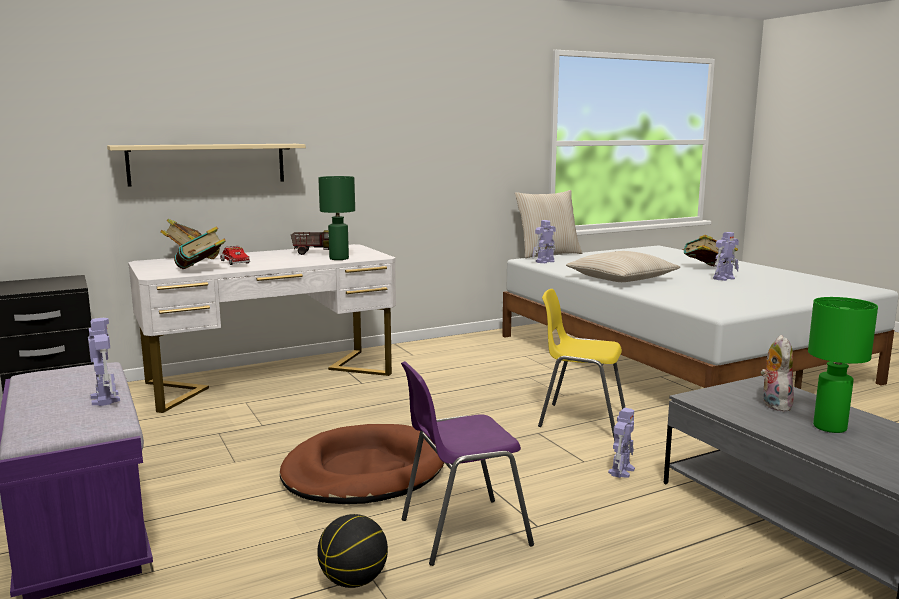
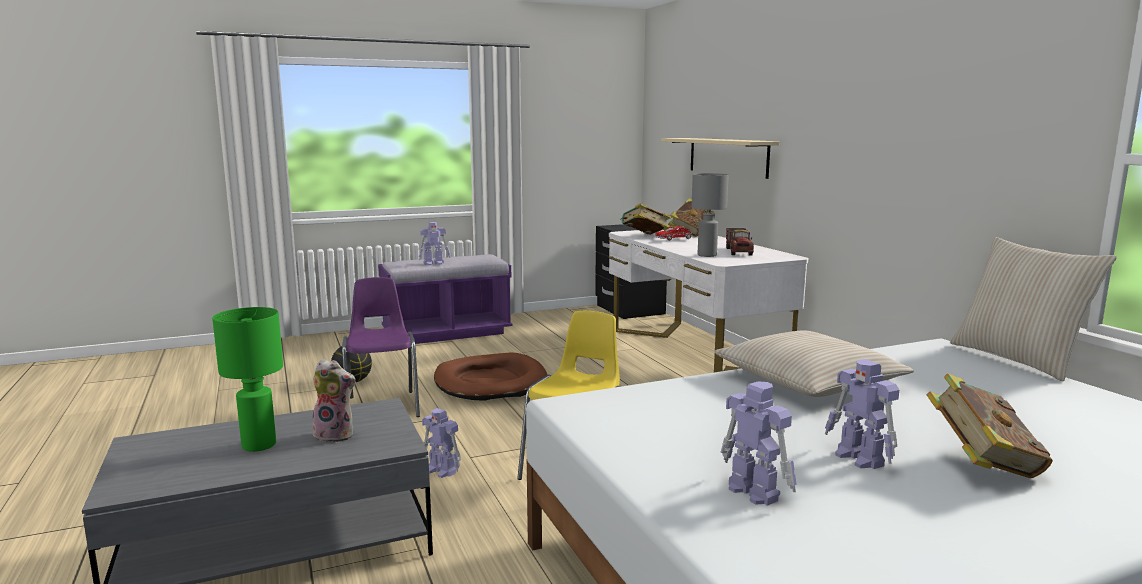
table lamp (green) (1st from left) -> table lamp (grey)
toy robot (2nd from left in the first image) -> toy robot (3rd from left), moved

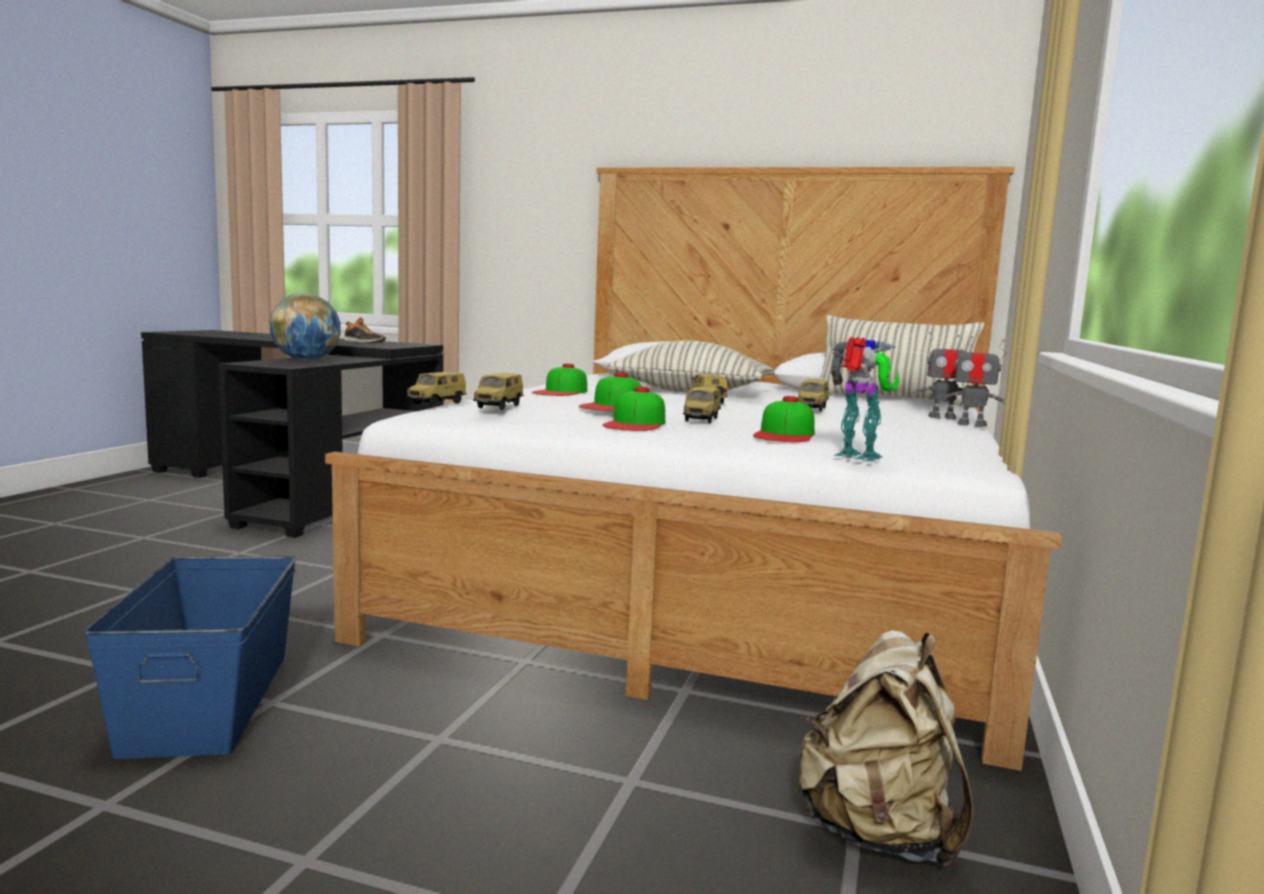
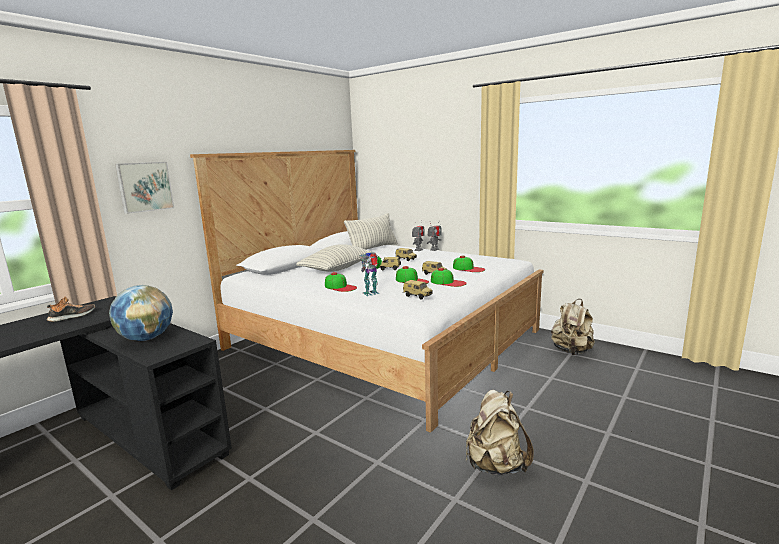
none -> picture
toy robot (1st from left), moved
storage box (blue) -> backpack (beige) (1st from left)
toy car (1st from left) -> none

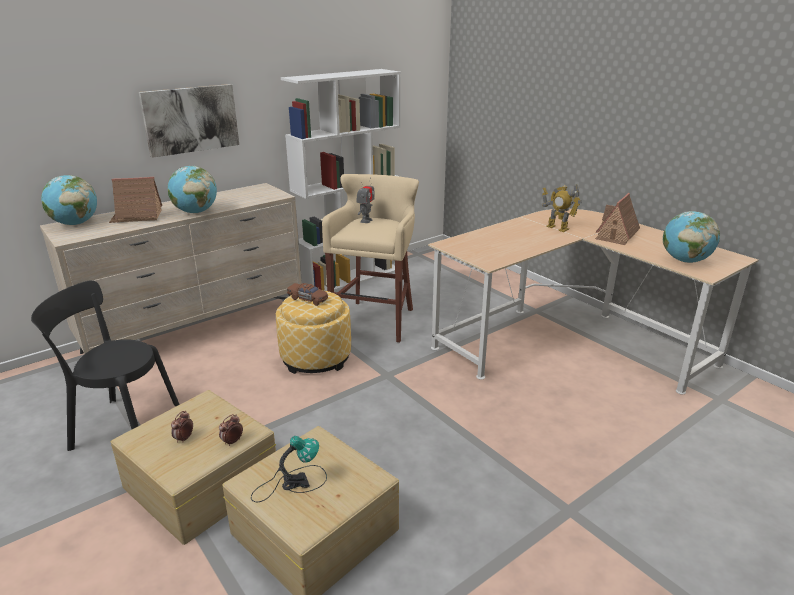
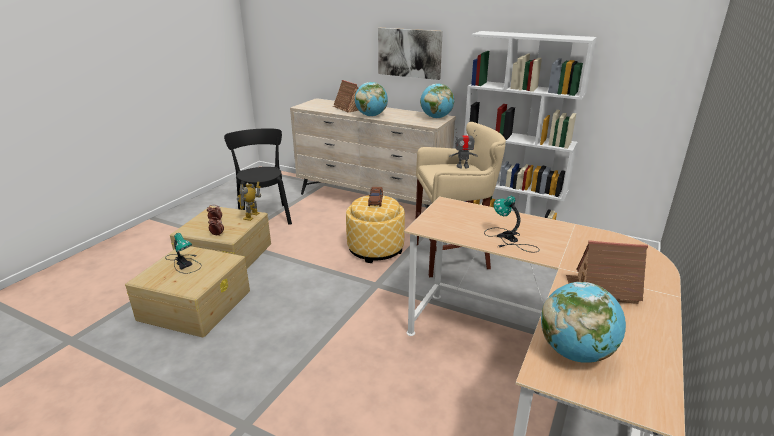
toy robot (2nd from left in the first image) -> toy robot (1st from left), moved
globe (1st from left in the first image) -> globe (2nd from left), moved
none -> table lamp (2nd from left)

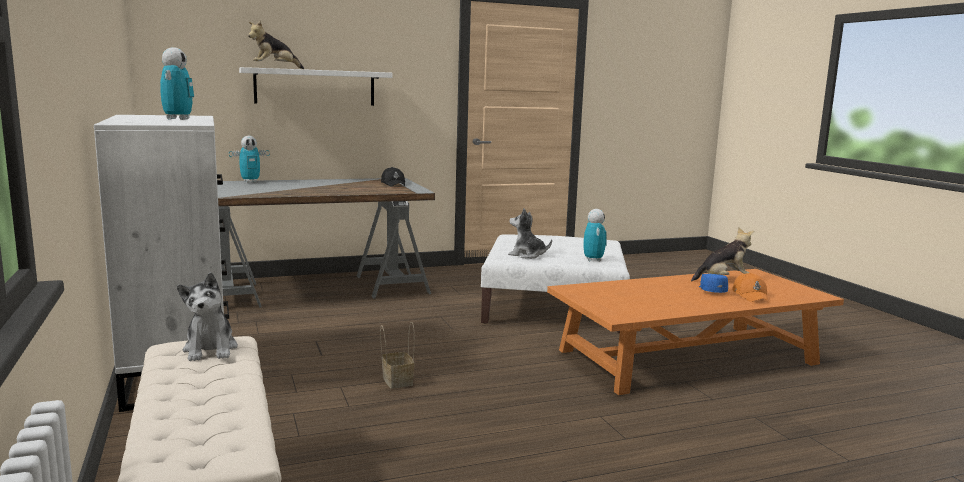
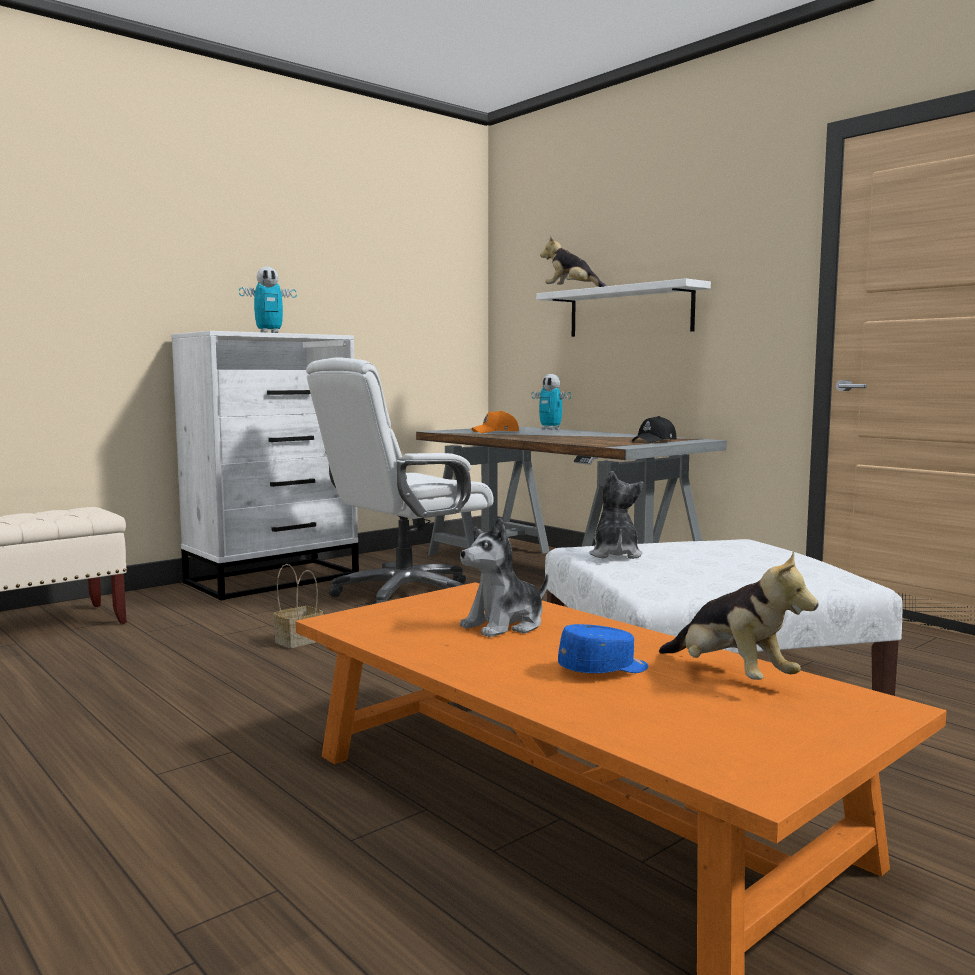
none -> office chair (white)
plush toy (1st from left), moved
cap (orange), moved
toy robot (3rd from left) -> none

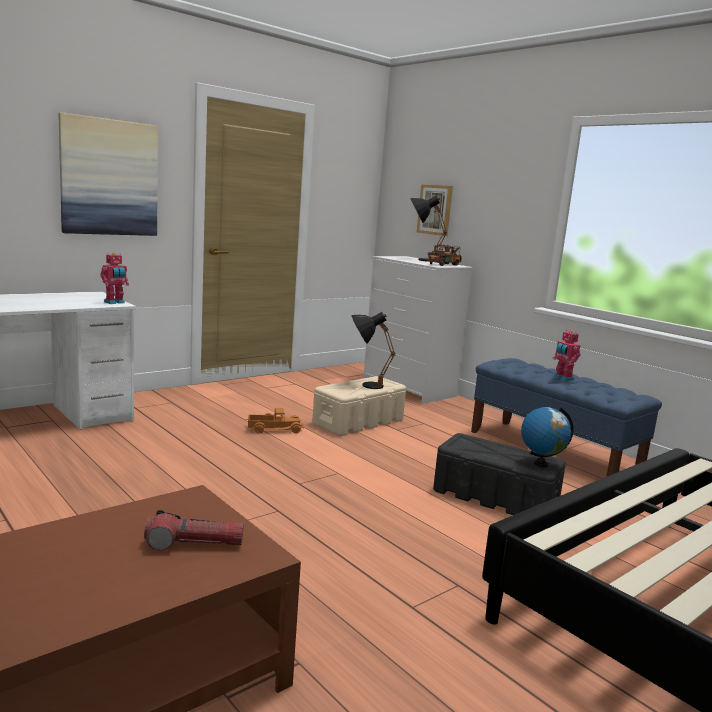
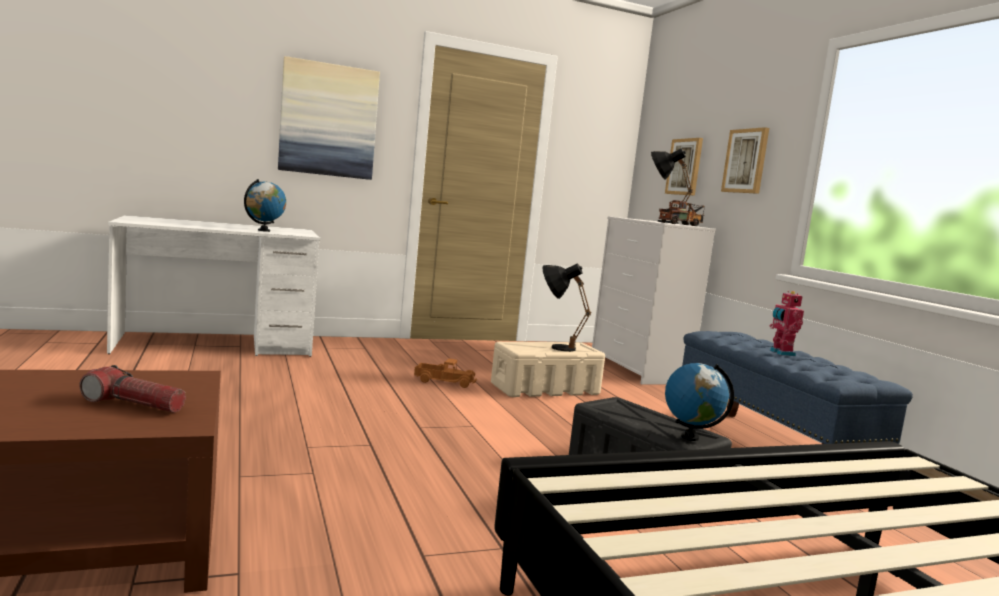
none -> globe (1st from left)
none -> picture (3rd from left)
toy robot (1st from left) -> none

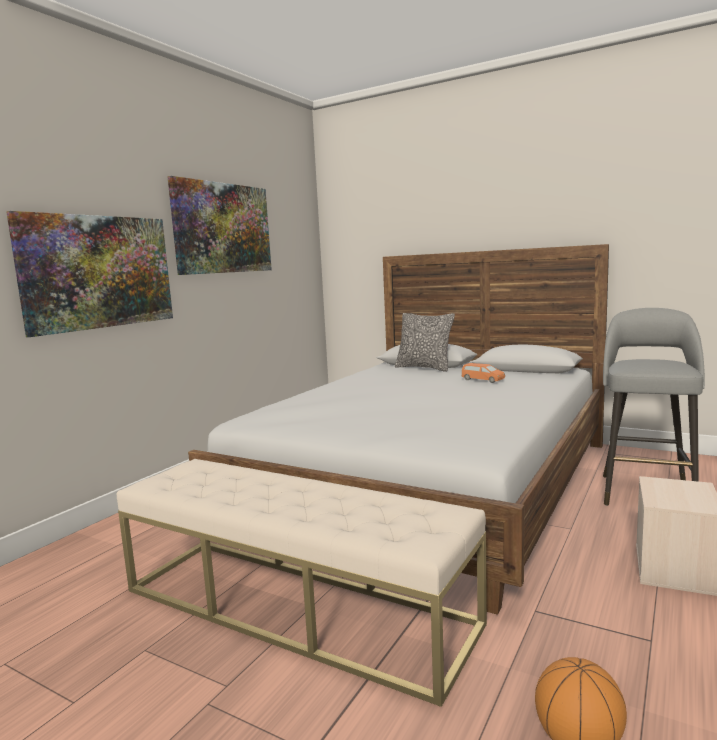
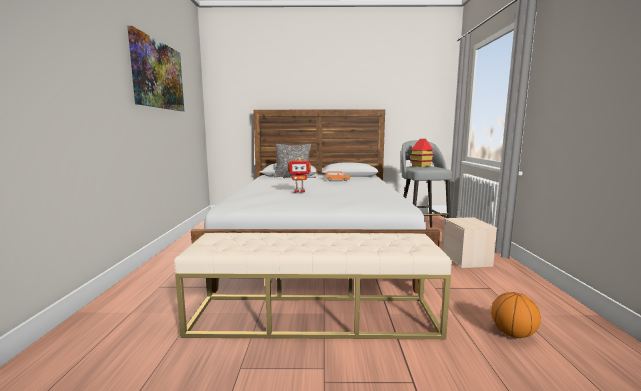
none -> toy robot
none -> toy house
picture (1st from left) -> none

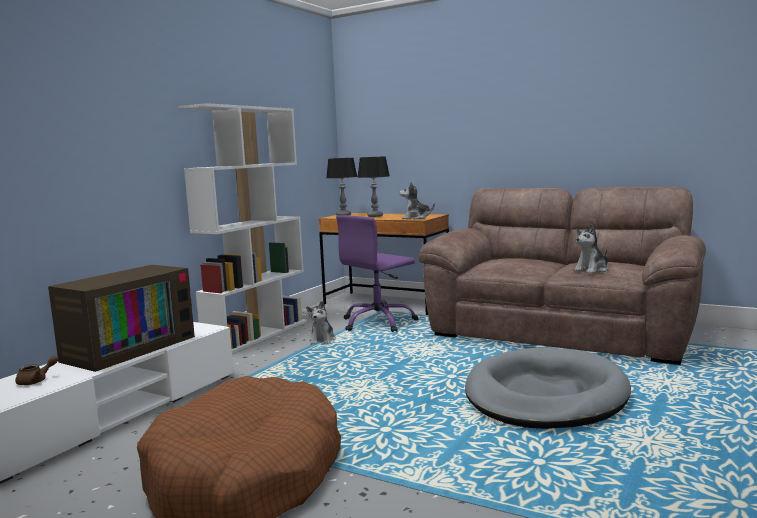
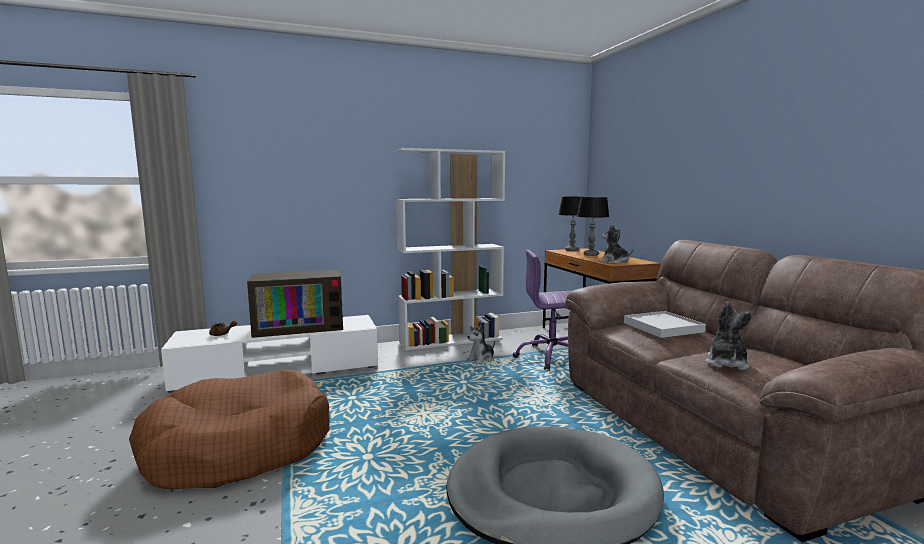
none -> tray (white)
plush toy (3rd from left), 105 degrees clockwise

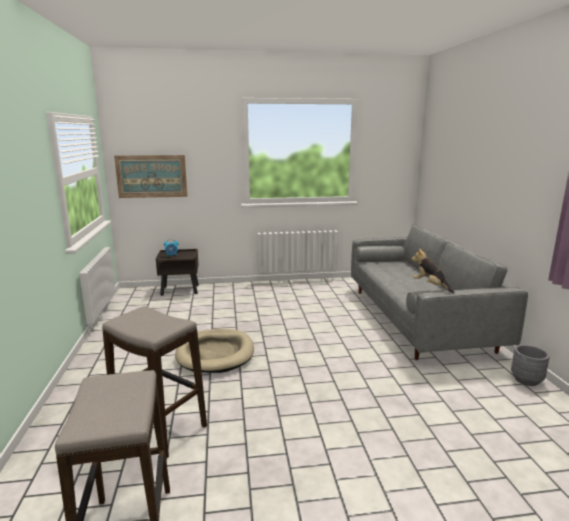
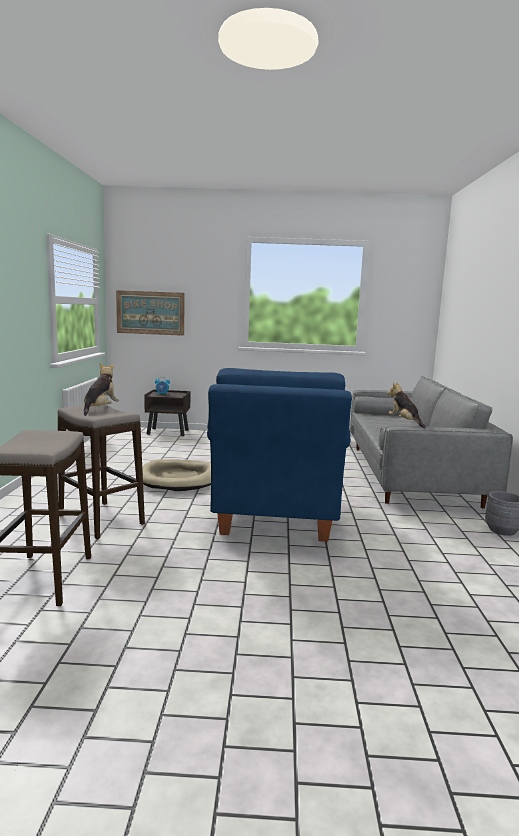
none -> plush toy (1st from left)
none -> armchair (blue)

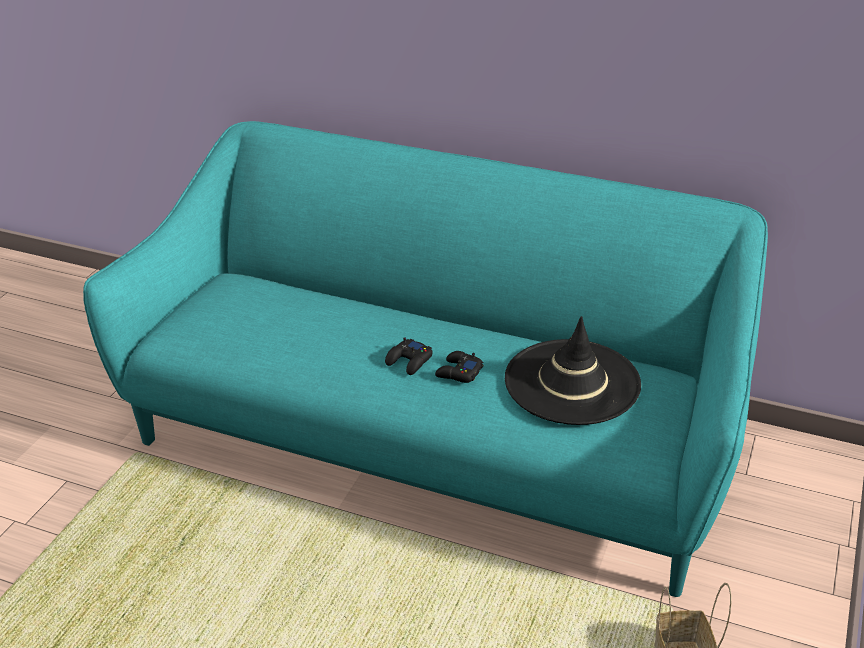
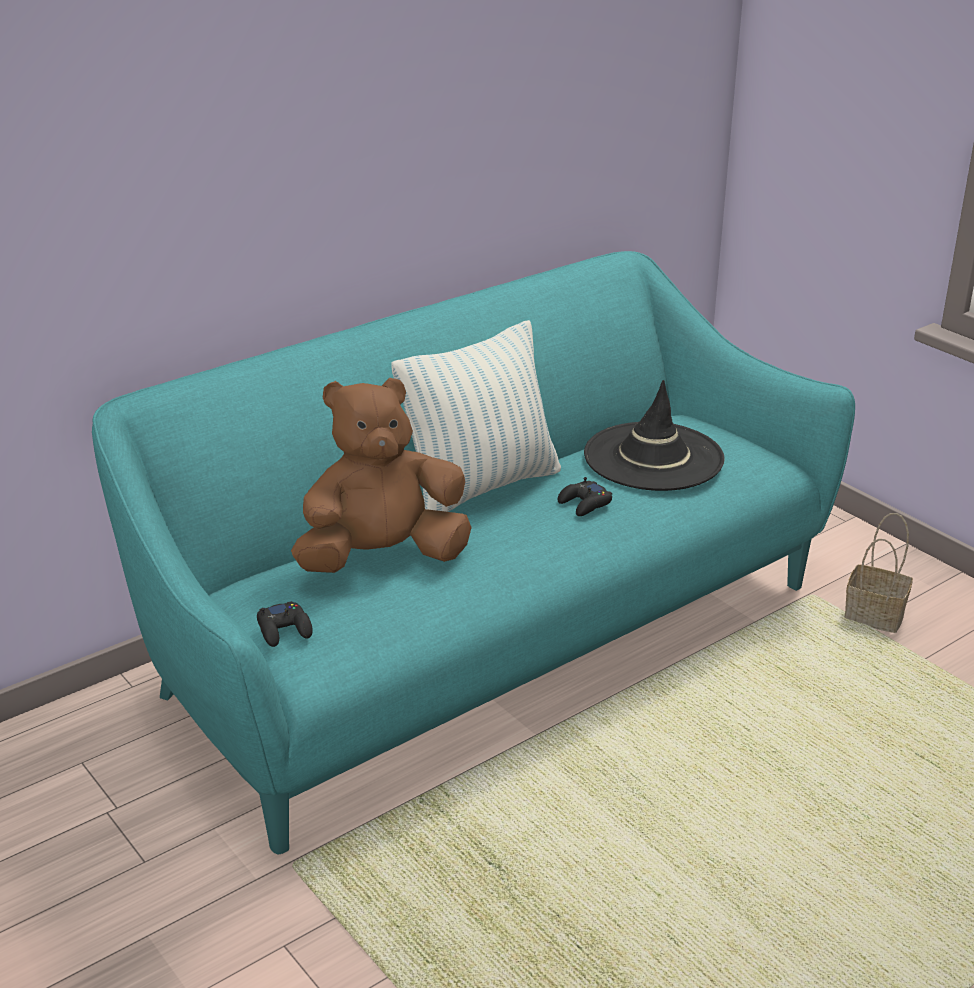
game controller (black) (1st from left), moved
none -> plush toy (brown)
none -> pillow

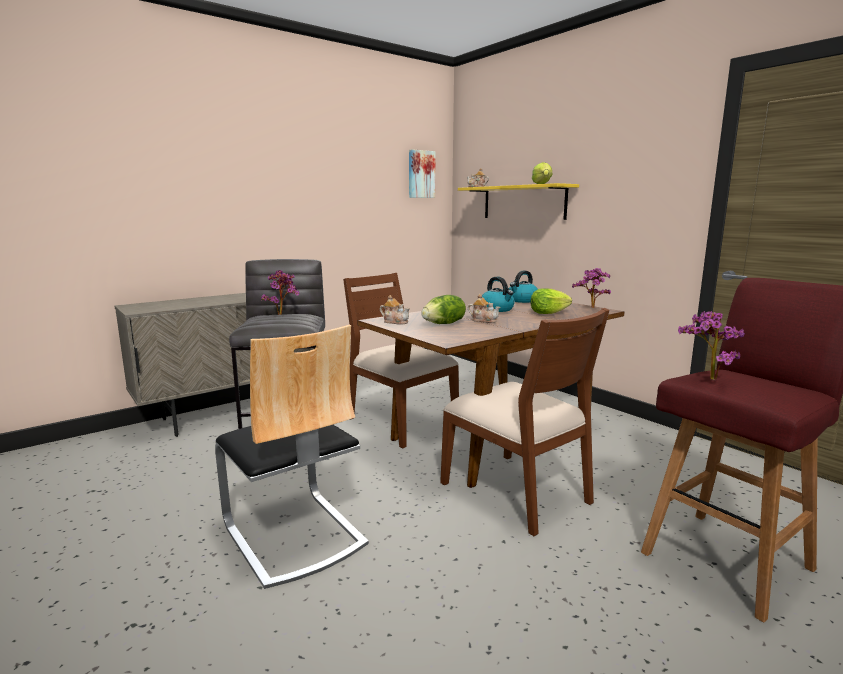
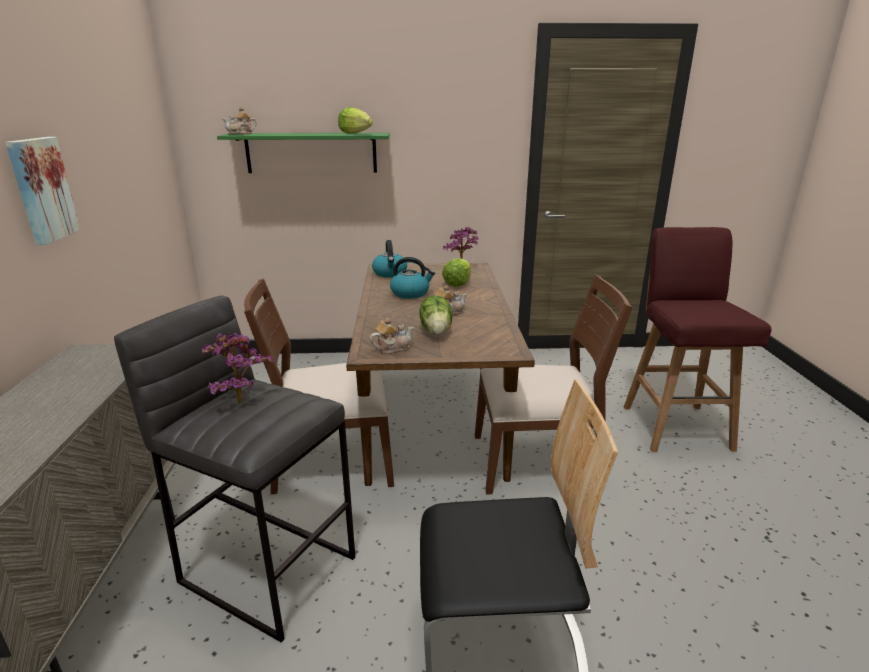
picture, moved
shelf (yellow) -> shelf (green)
potted plant (3rd from left) -> none

